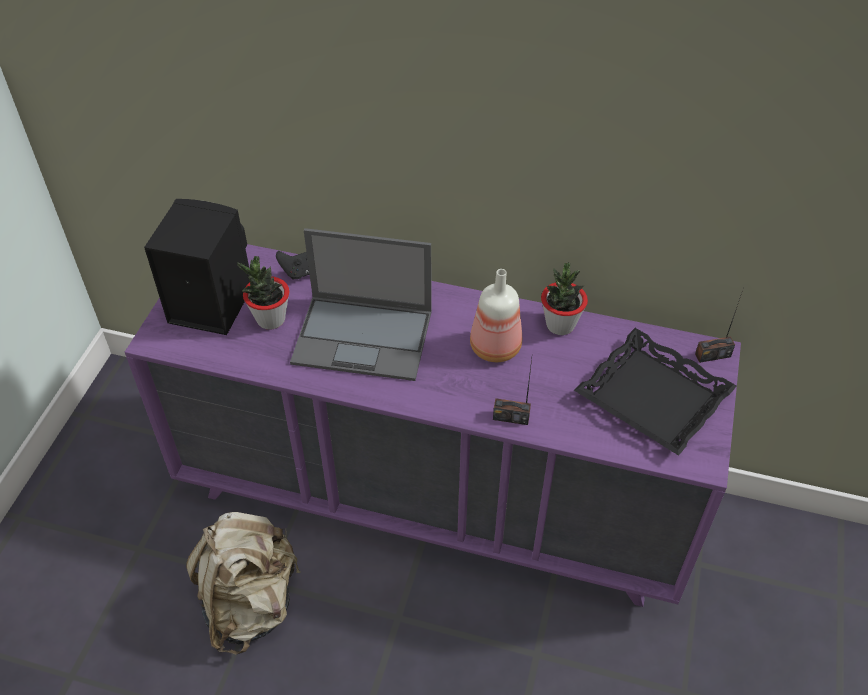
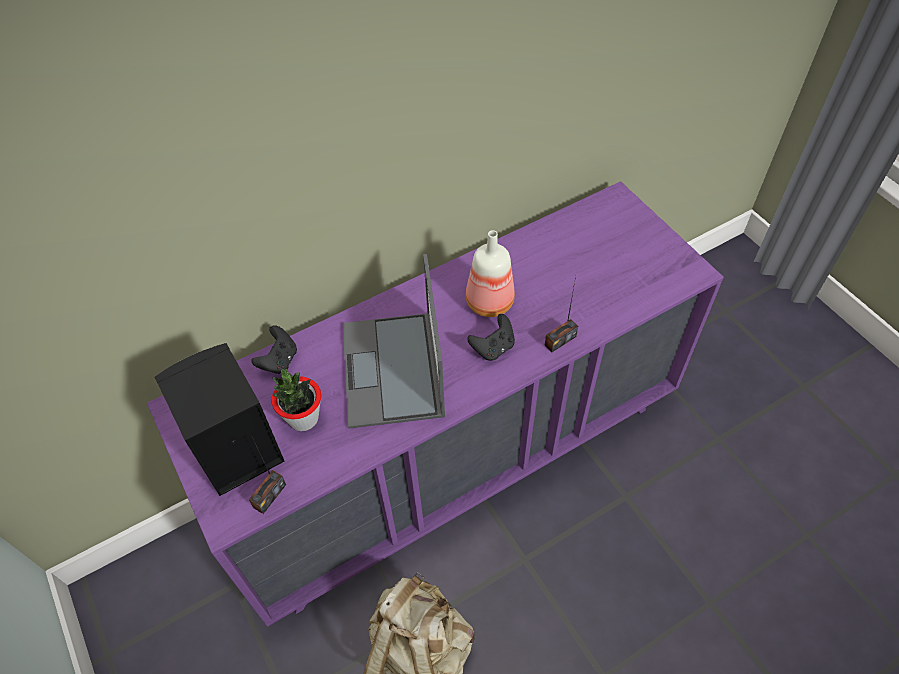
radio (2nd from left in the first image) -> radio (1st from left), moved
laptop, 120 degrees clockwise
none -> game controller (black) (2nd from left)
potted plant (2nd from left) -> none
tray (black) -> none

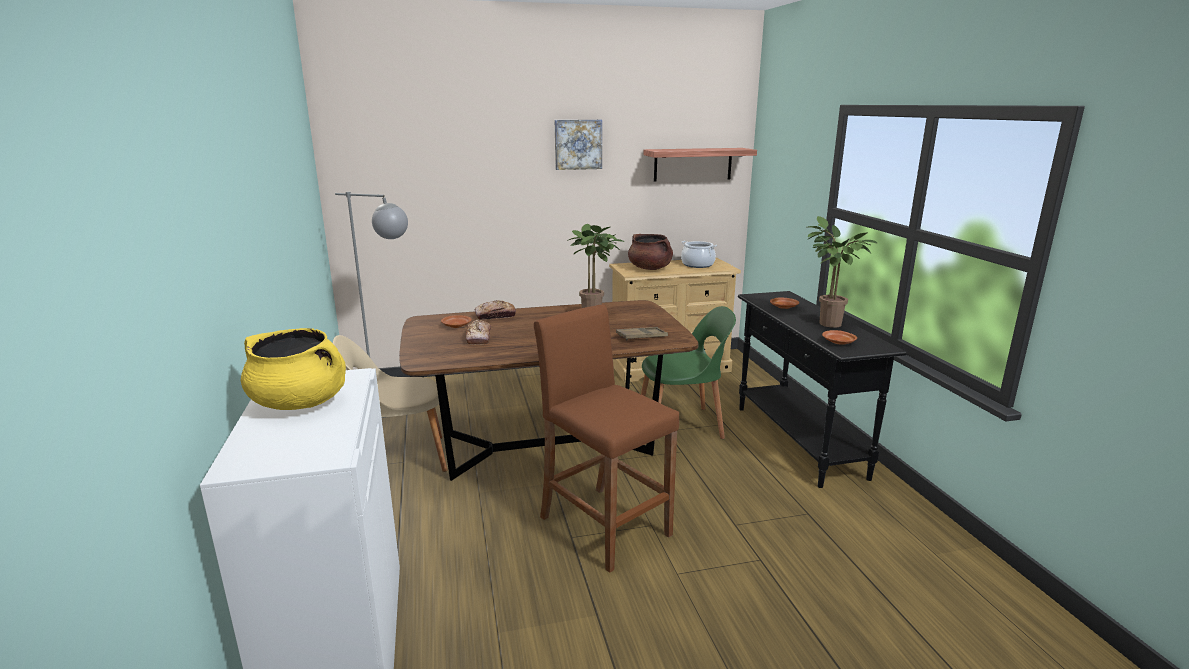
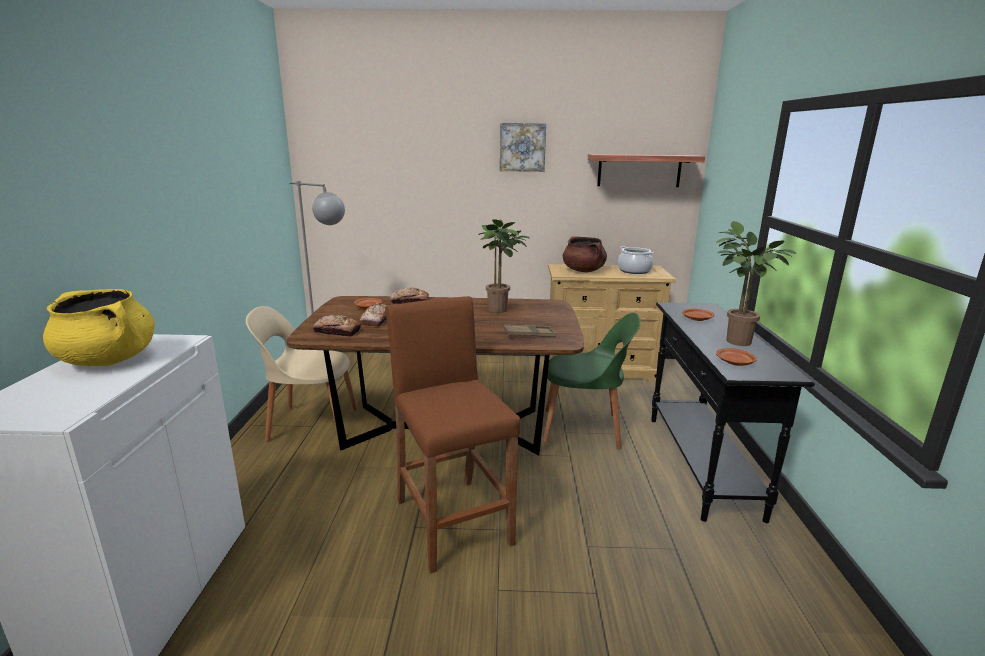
none -> bread (1st from left)

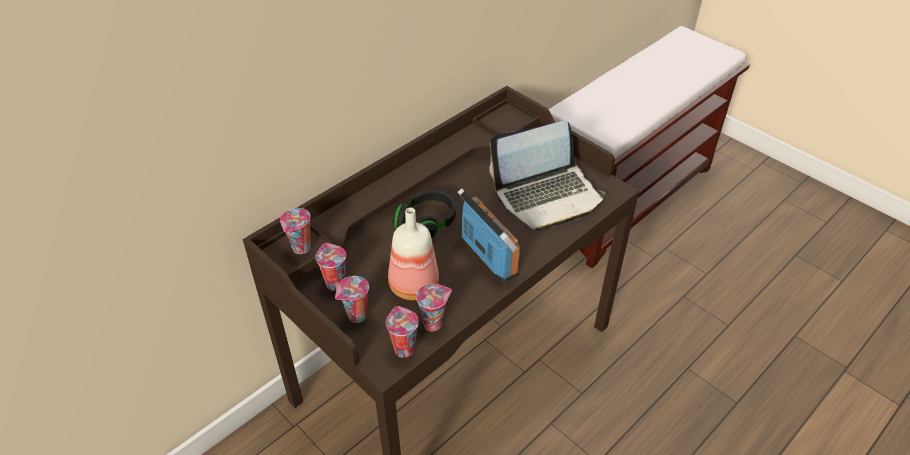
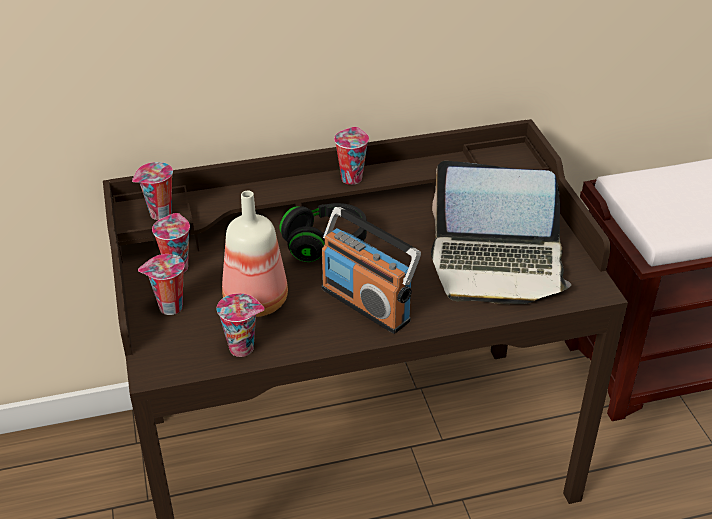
radio, 135 degrees clockwise
cup (4th from left in the first image) -> cup (5th from left), moved

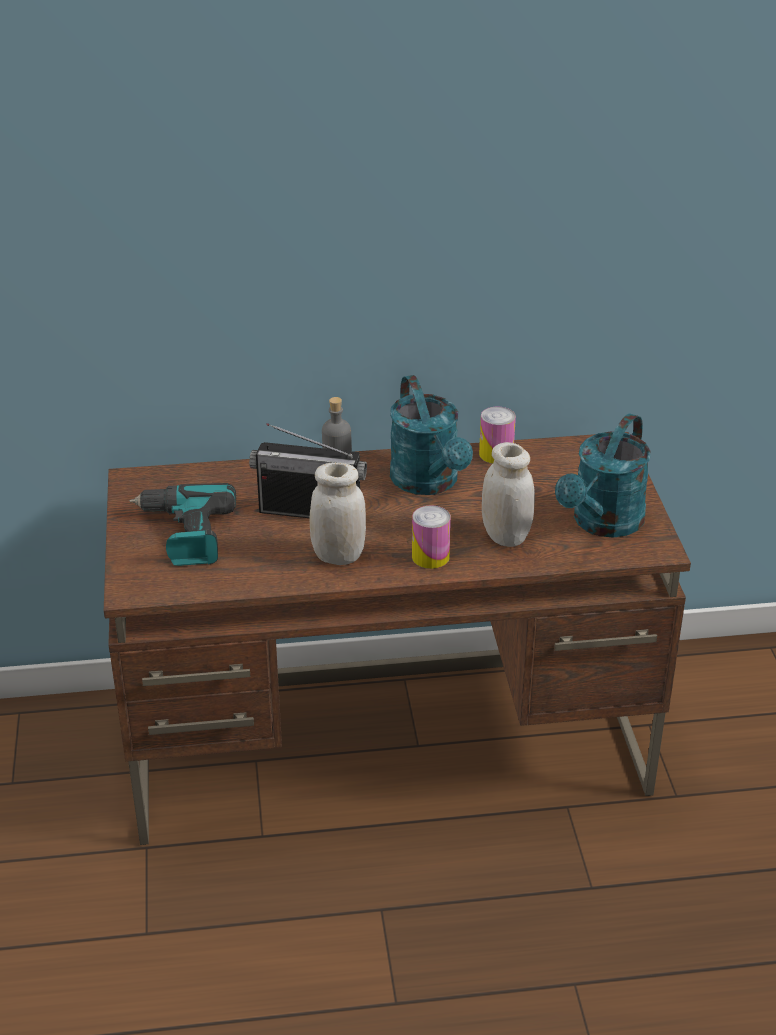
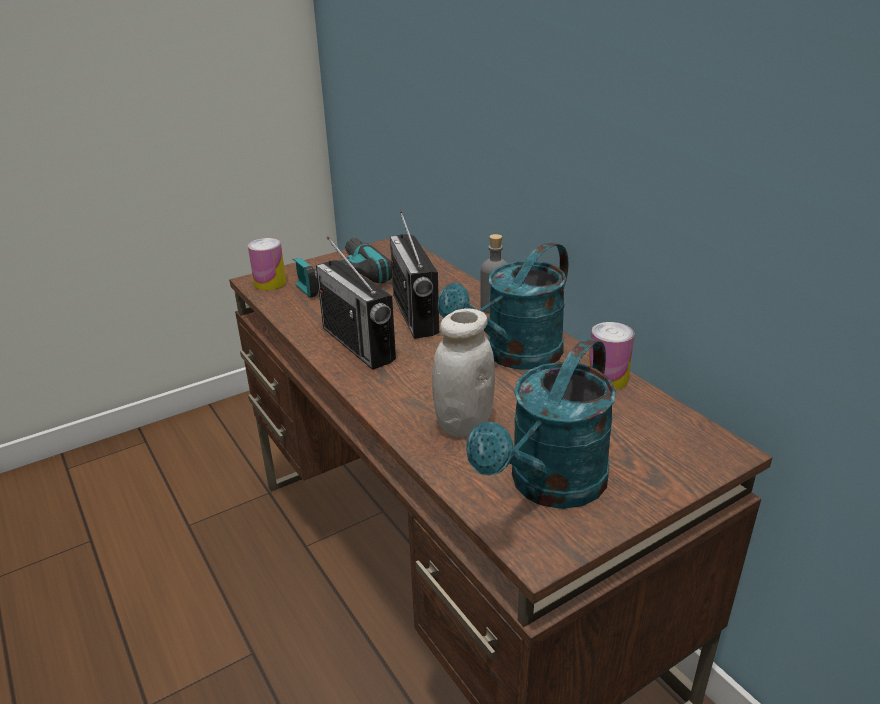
can (1st from left), moved
jar (white) (1st from left) -> radio (1st from left)
watering can (turquoise) (2nd from left), 60 degrees counterclockwise

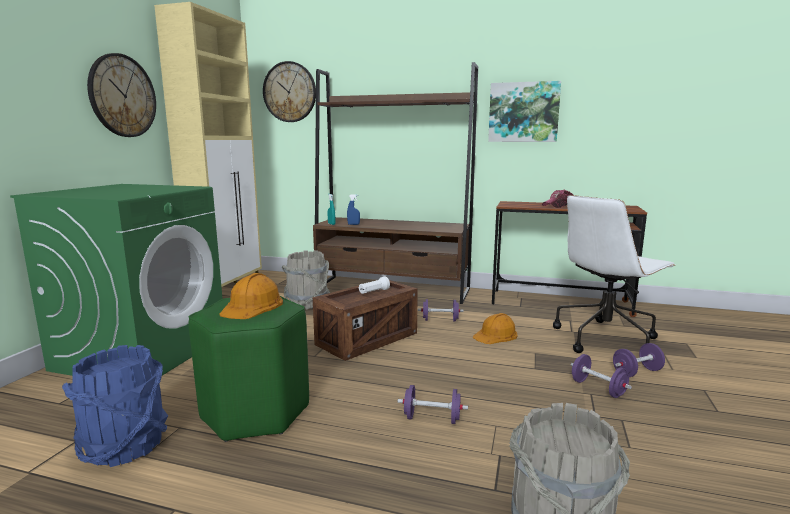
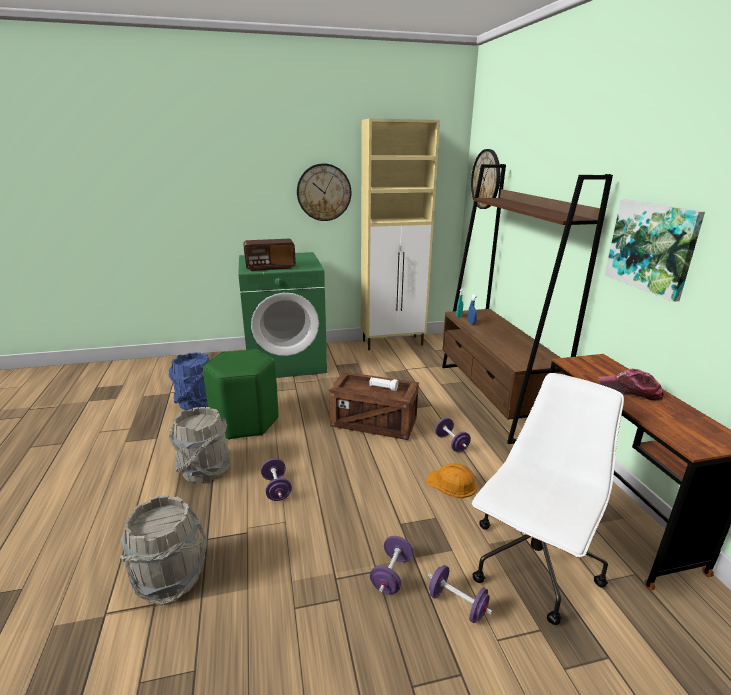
bucket (grey) (1st from left in the first image) -> bucket (grey) (2nd from left), moved
none -> radio
office chair (white), 105 degrees clockwise
hard hat (orange) (1st from left) -> none

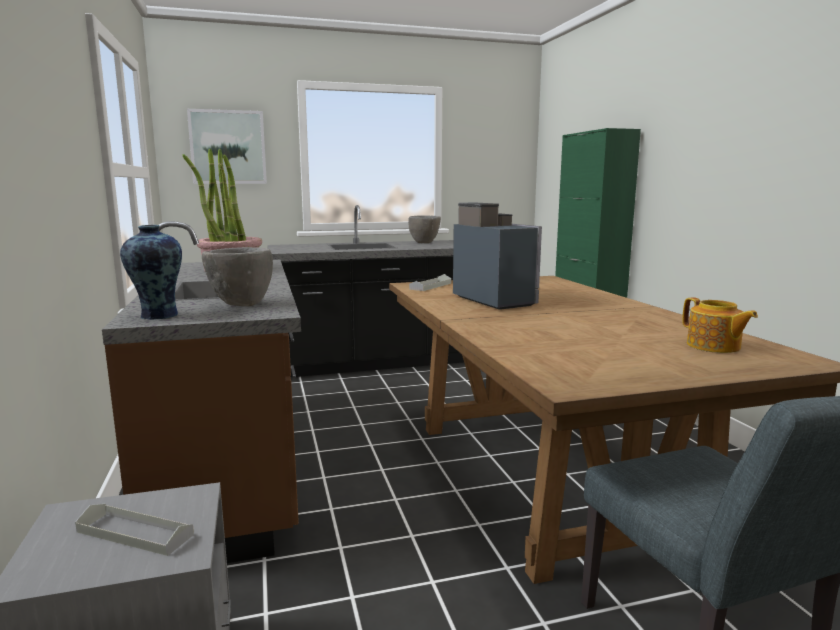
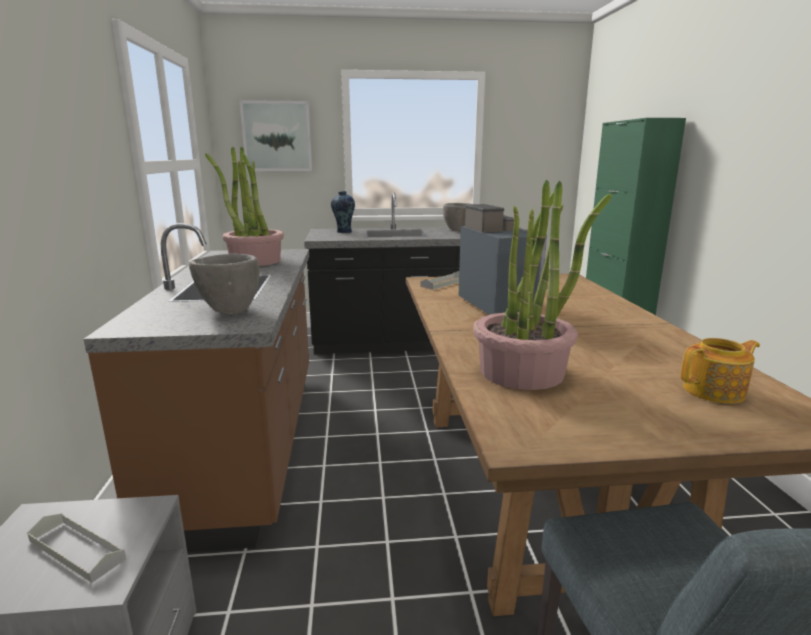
vase, moved
none -> potted plant (2nd from left)
teapot, 90 degrees counterclockwise

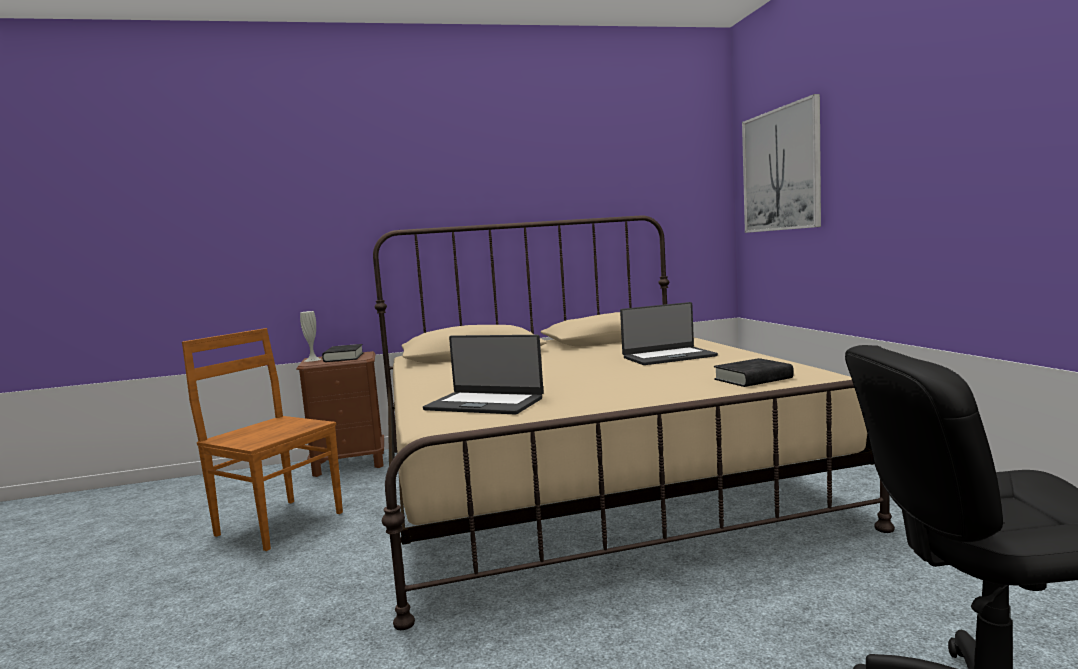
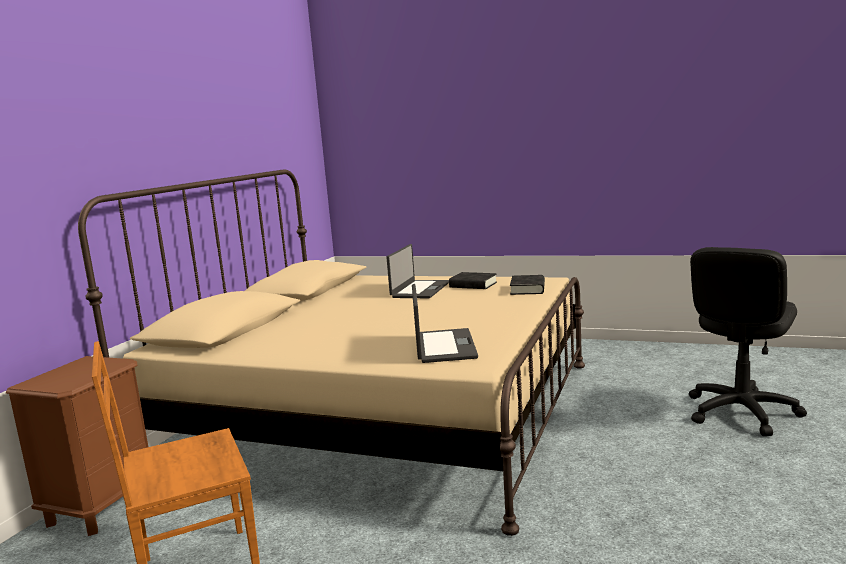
laptop (1st from left in the first image) -> laptop (2nd from left), 60 degrees counterclockwise
book (black) (1st from left), moved
vase (white) -> none
picture -> none

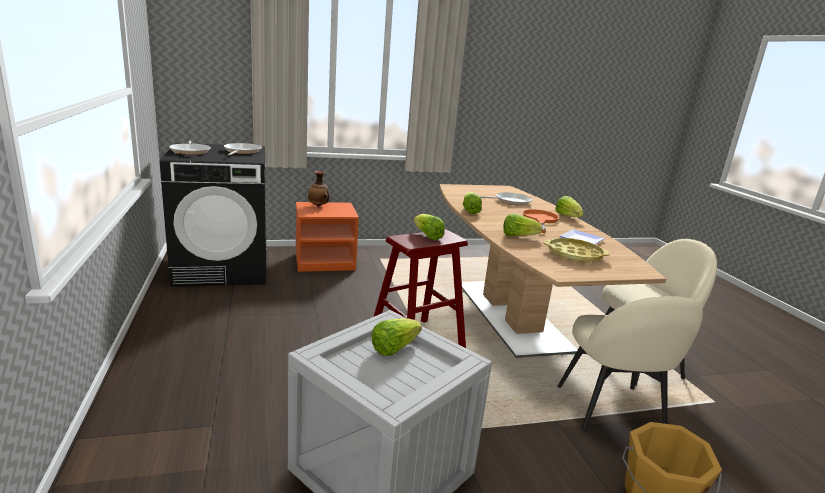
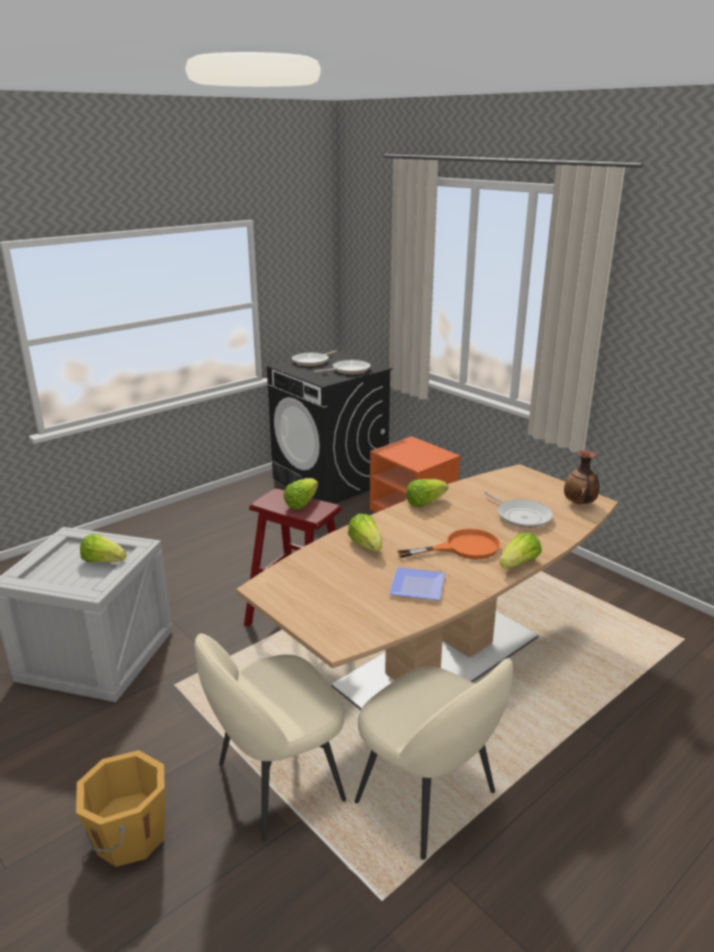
vase, moved
tray (yellow) -> none

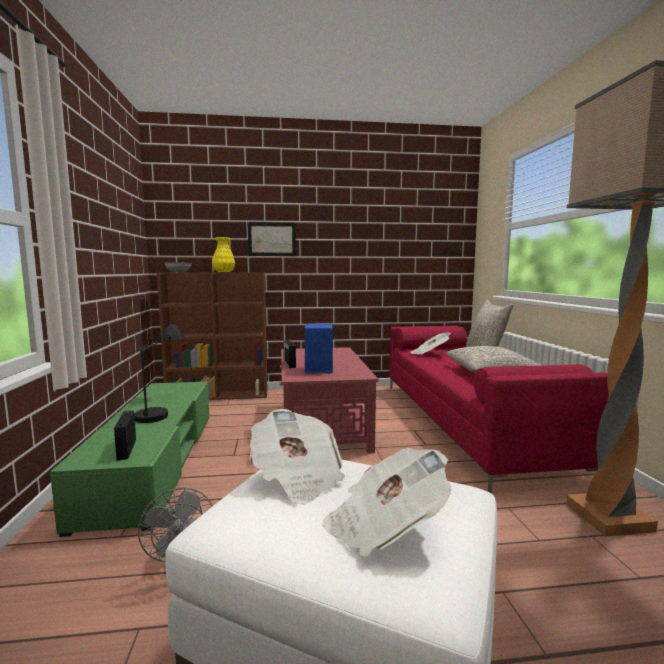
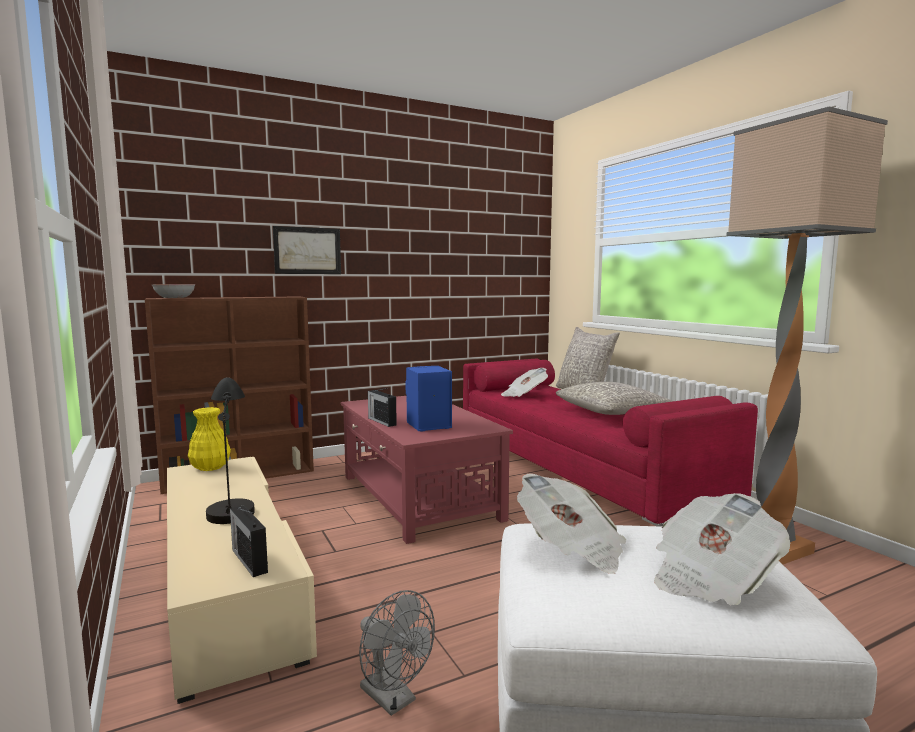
tv stand (green) -> tv stand (beige)
vase (yellow), moved

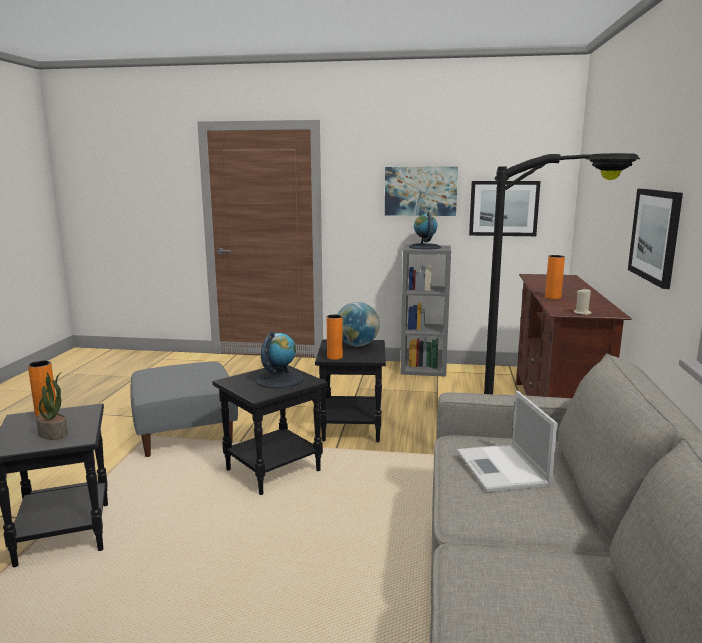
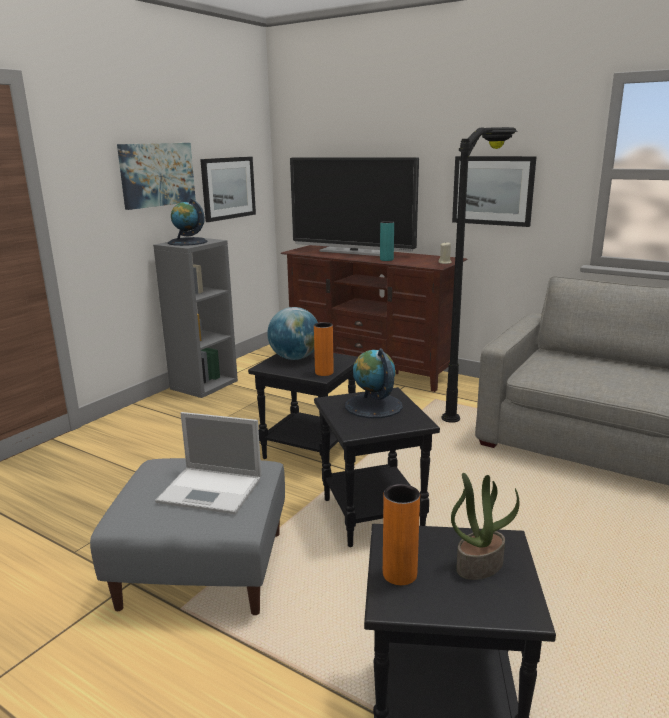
laptop, moved
none -> television
vase (orange) (3rd from left) -> vase (turquoise)

